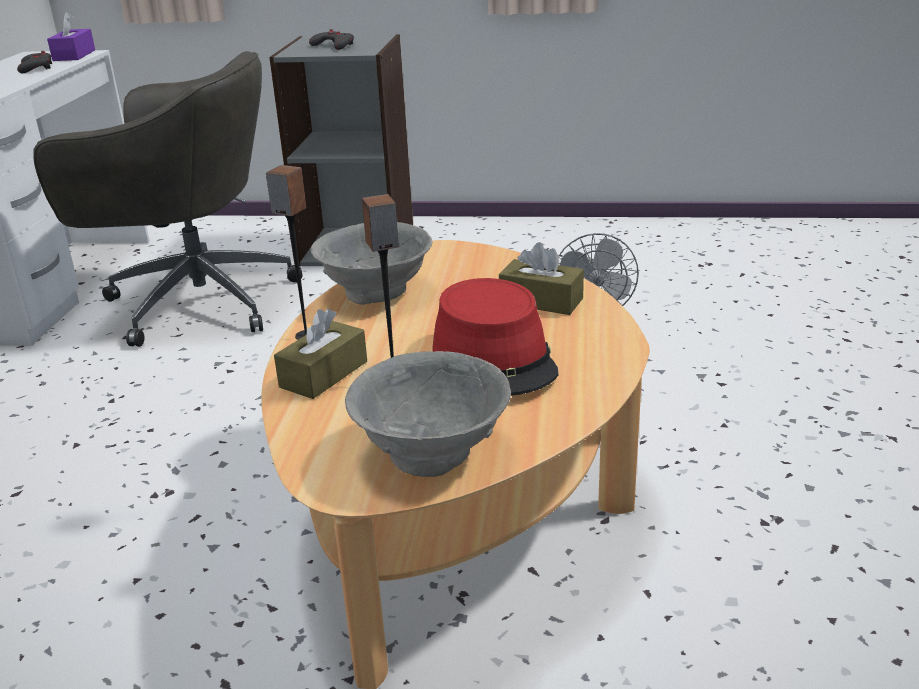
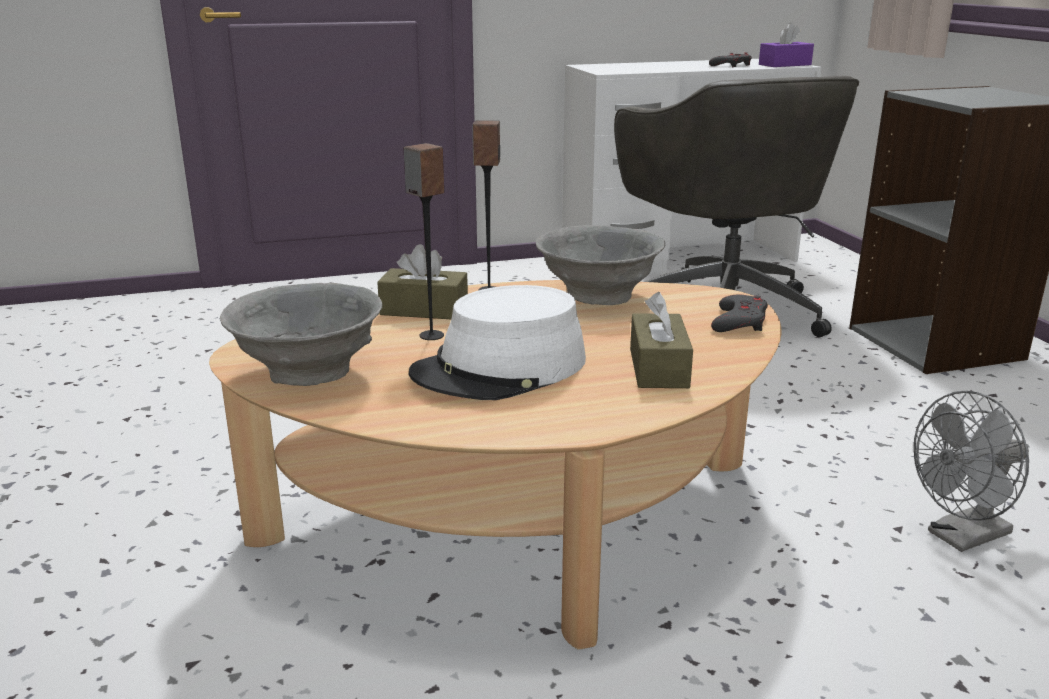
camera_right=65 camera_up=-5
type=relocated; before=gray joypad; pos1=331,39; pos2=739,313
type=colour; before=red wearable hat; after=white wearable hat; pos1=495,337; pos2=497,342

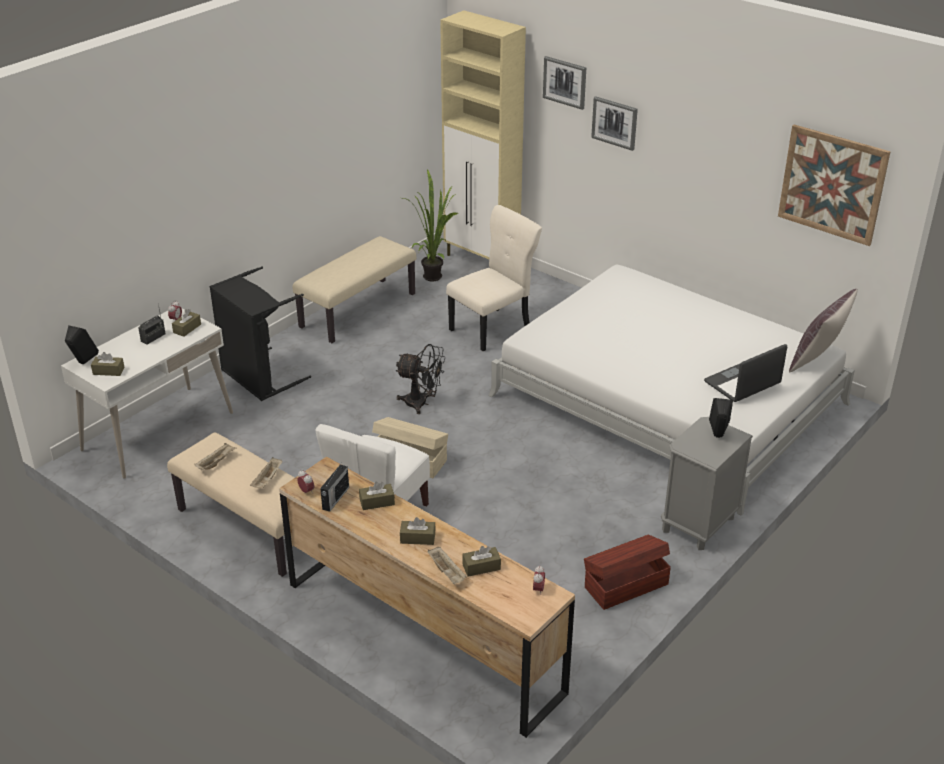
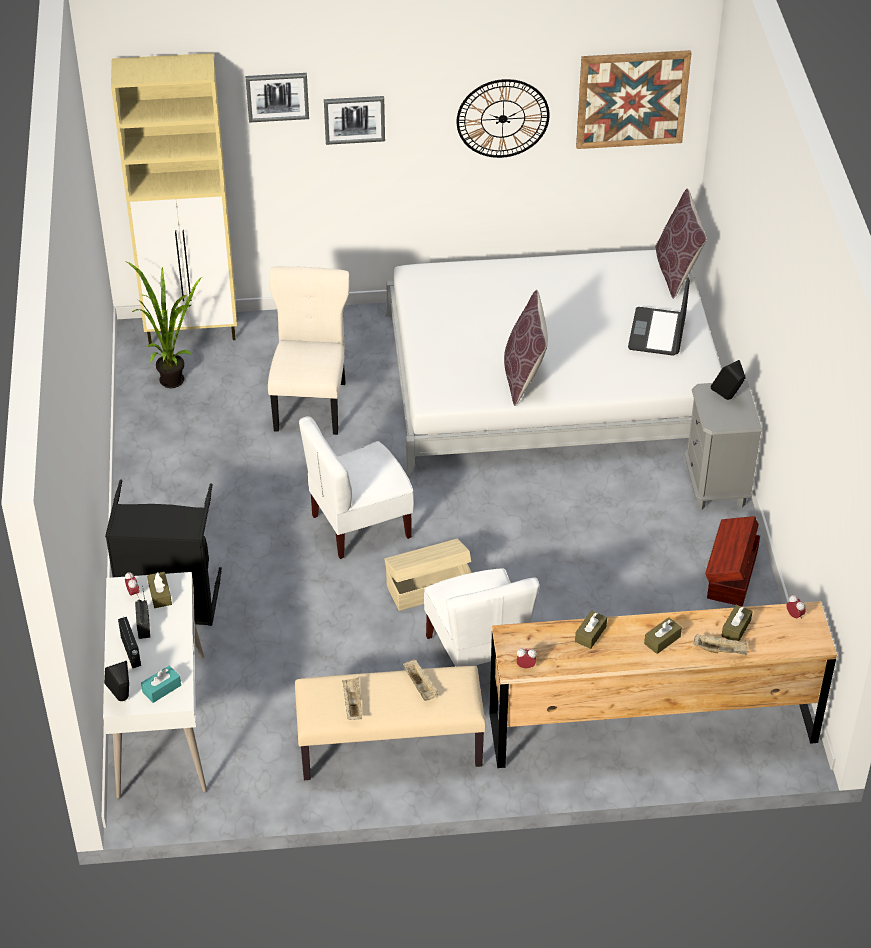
camera_right=-45 camera_up=10
type=colour; before=brownish box of tissues; after=turquoise box of tissues; pos1=108,364; pos2=161,684
type=missing; before=sand-coloured bench; pos1=354,289
type=relocated; before=radio; pos1=334,487; pos2=129,642
type=exchanged; before=black-coloured cooling fan; after=white plain chair; pos1=420,379; pos2=356,487
type=appeared; after=hanging clock; pos2=503,118
type=appeared; after=brownish cushion; pos2=526,348

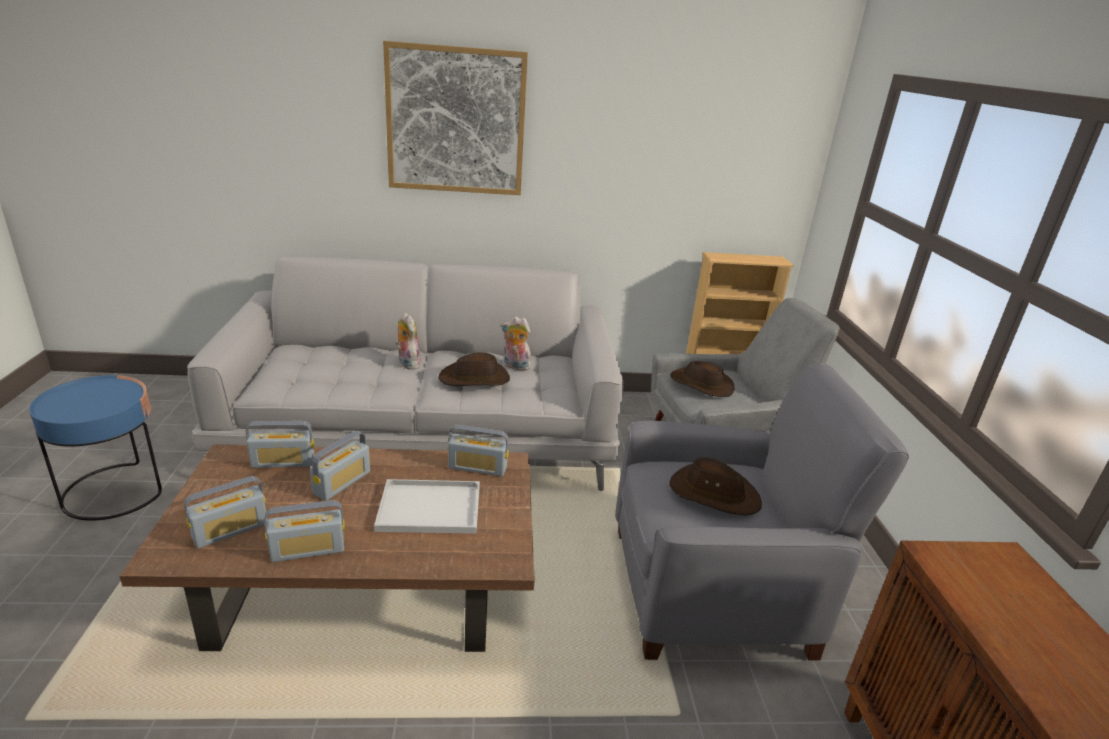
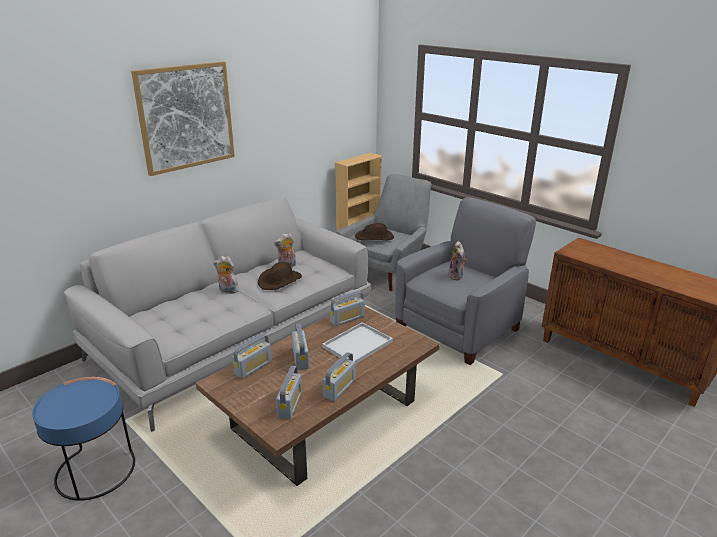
camera_right=-40 camera_up=0
type=exchanged; before=brownish wearable hat; after=plush toy; pos1=716,486; pos2=457,260

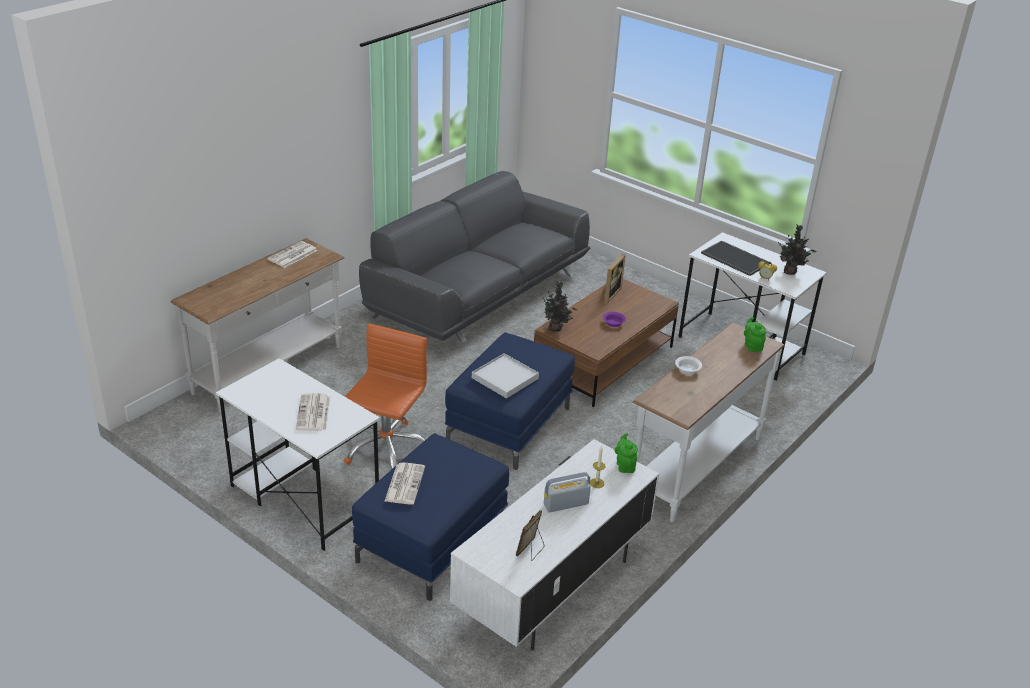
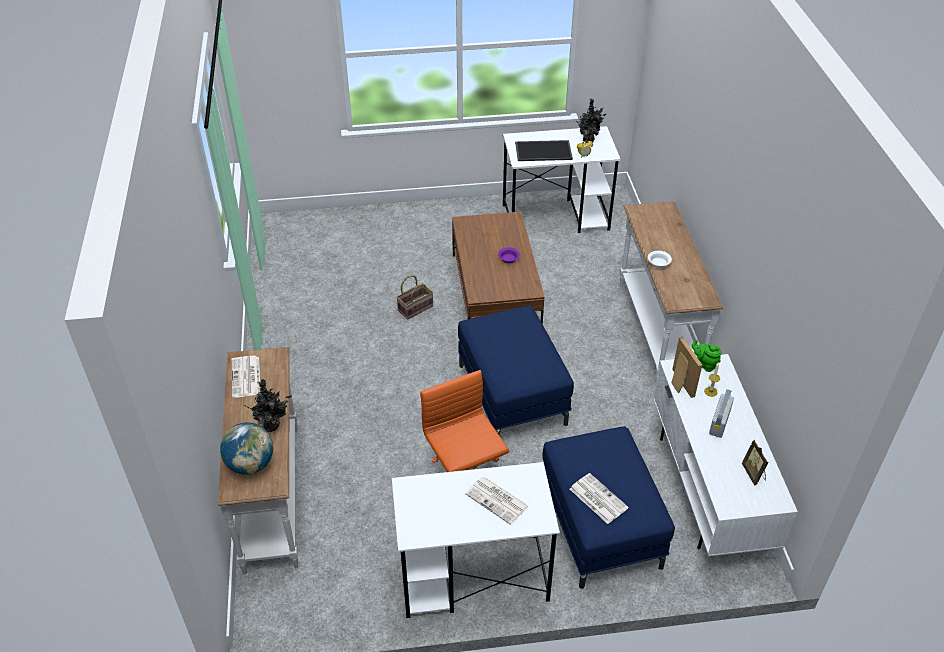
camera_right=-45 camera_up=10
type=missing; before=gray settee; pos1=474,257
type=missing; before=white serving tray; pos1=505,376
type=relocated; before=potted plant; pos1=560,306; pos2=267,405
type=relocated; before=picture frame; pos1=613,279; pos2=686,367
type=missing; before=green-coloured tea pot; pos1=755,334
type=appeared; after=desk globe; pos2=246,449
type=appeared; after=storage basket; pos2=414,297

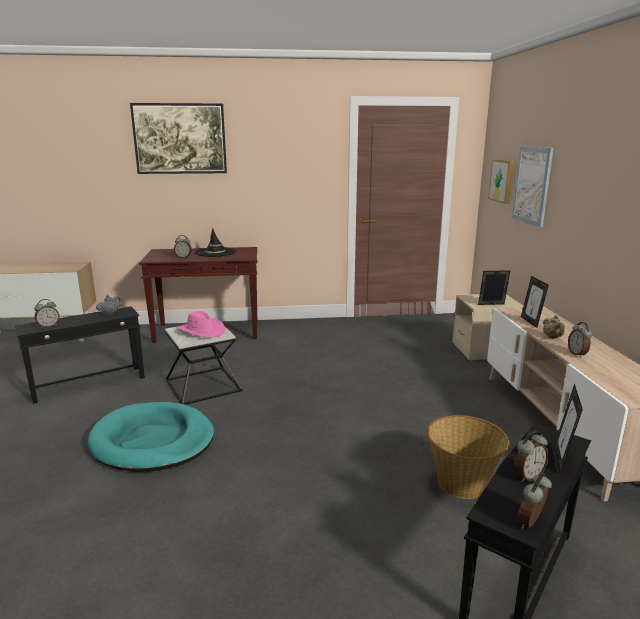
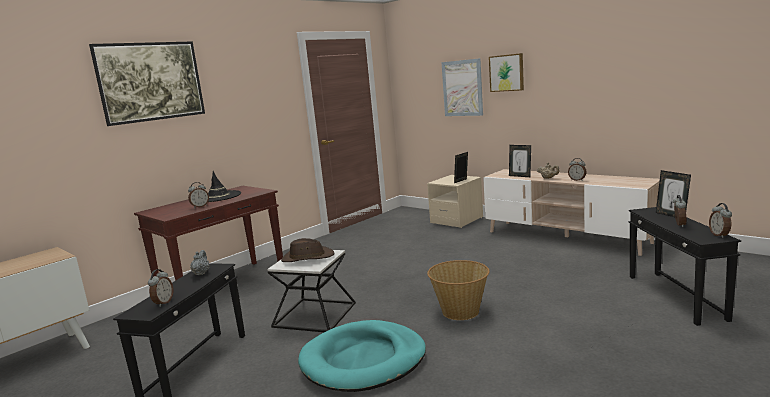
camera_right=-40 camera_up=-5
type=colour; before=pink-coloured wearable hat; after=brownish wearable hat; pos1=201,324; pos2=308,250
type=relocated; before=storage basket; pos1=468,457; pos2=458,290
type=relocated; before=wall art; pos1=501,182; pos2=506,72

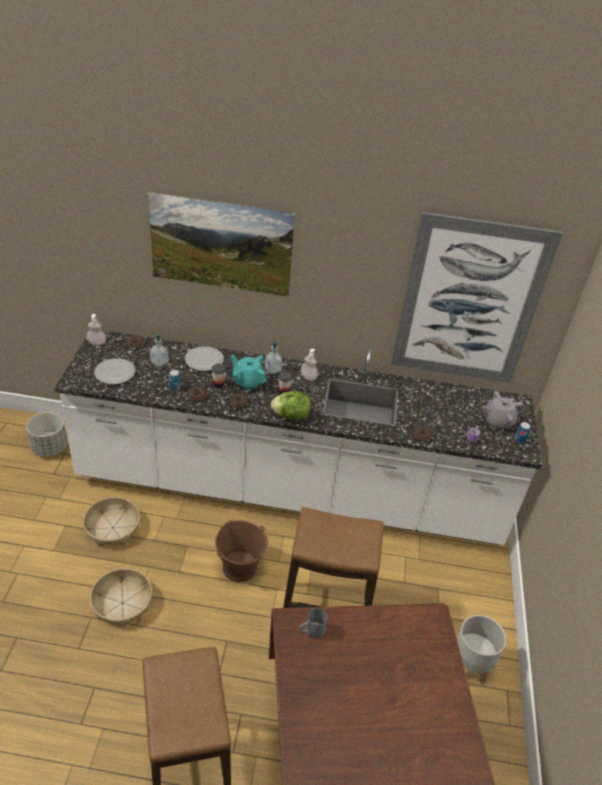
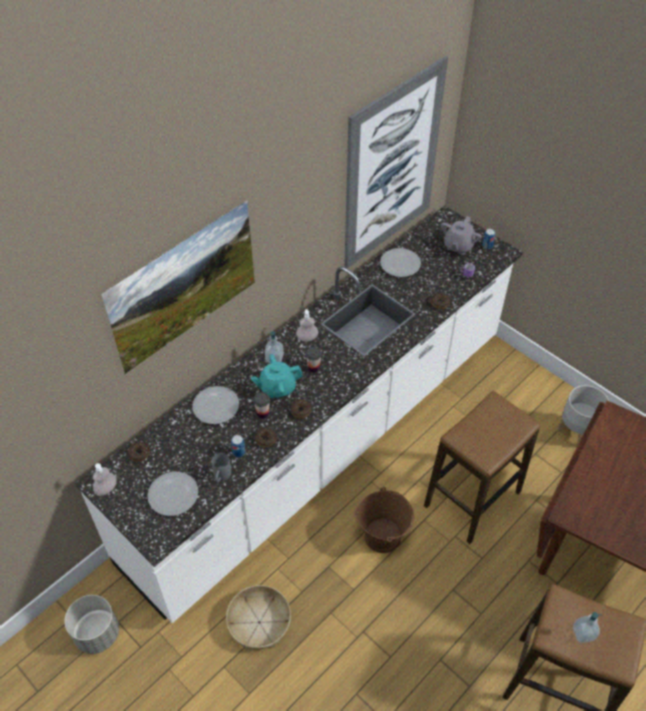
camera_right=-50 camera_up=10
type=missing; before=storage basket; pos1=121,597
type=relocated; before=soap bottle; pos1=159,350; pos2=587,627
type=missing; before=lettuce; pos1=290,405
type=relocated; before=gray coffee mug; pos1=313,623; pos2=221,468
type=appeared; after=flat dish; pos2=400,262

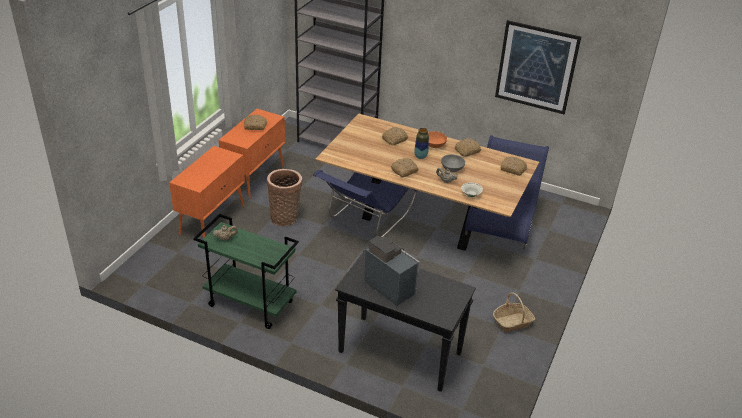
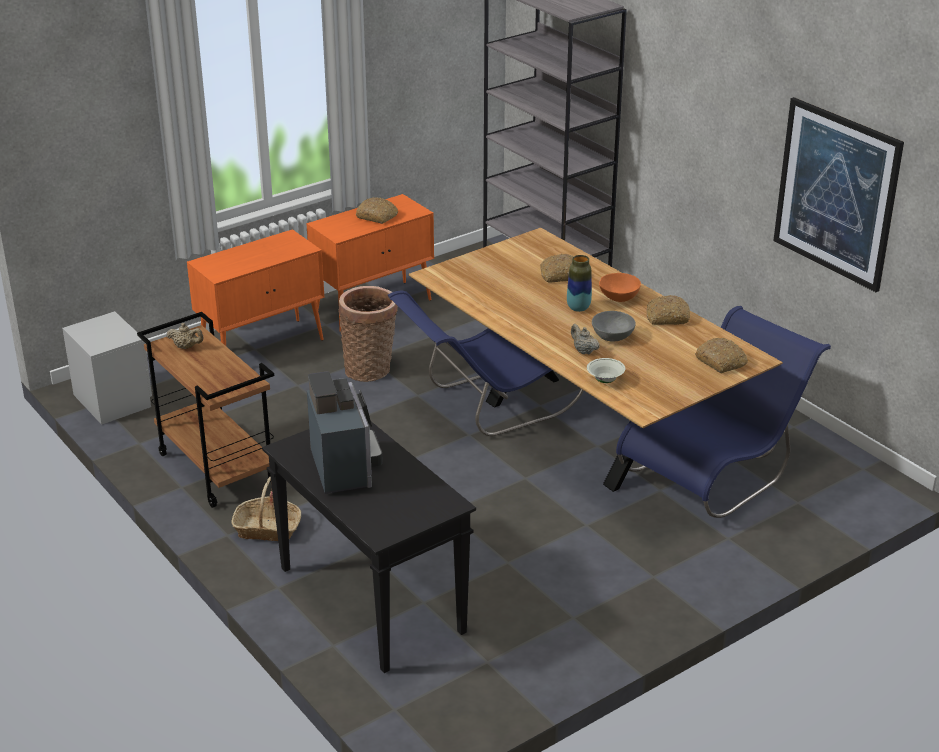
camera_right=30 camera_up=-5
type=colour; before=green-coloured cart; after=brownish cart; pos1=246,271; pos2=205,410
type=missing; before=bakery bread; pos1=405,168
type=relocated; before=storage basket; pos1=514,312; pos2=266,508
type=appeared; after=gray bedside table; pos2=107,368

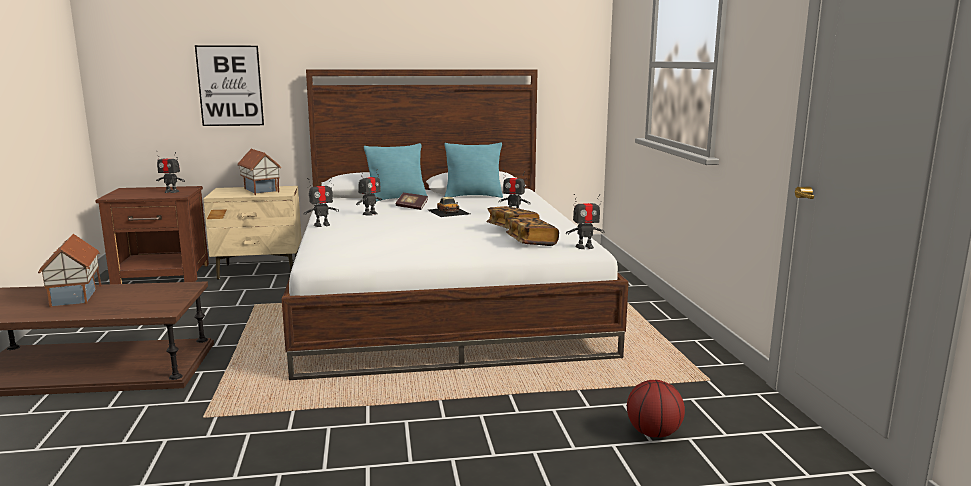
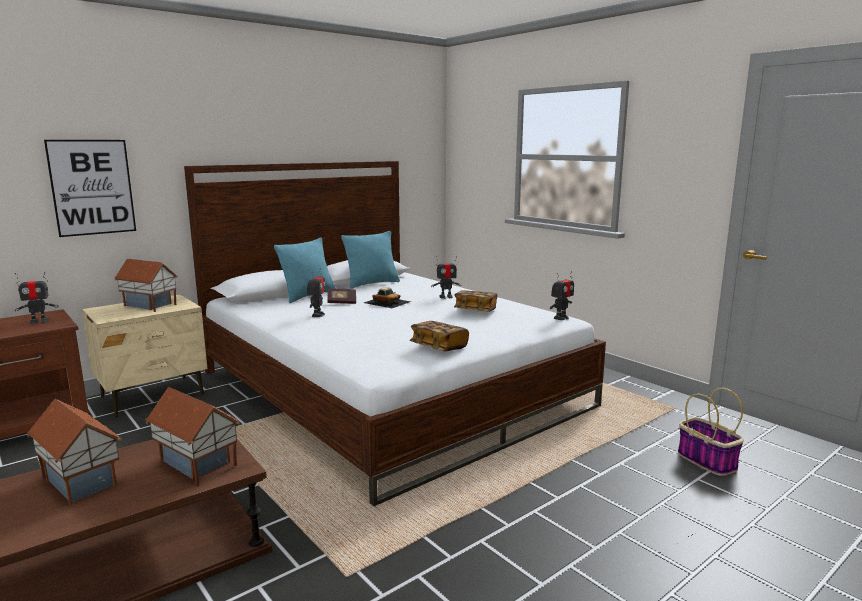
camera_right=-30 camera_up=0
type=missing; before=model robot; pos1=321,202
type=relocated; before=bound book; pos1=532,231; pos2=439,336
type=exchanged; before=basketball; after=storage basket; pos1=656,409; pos2=711,432
type=appeared; after=miniature house; pos2=193,436

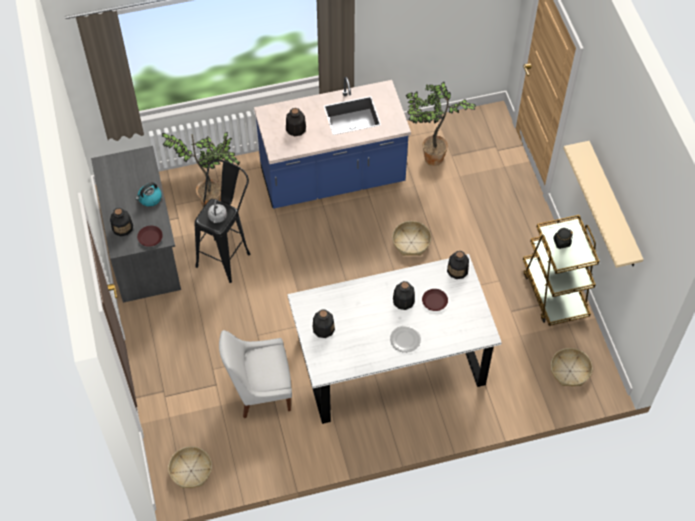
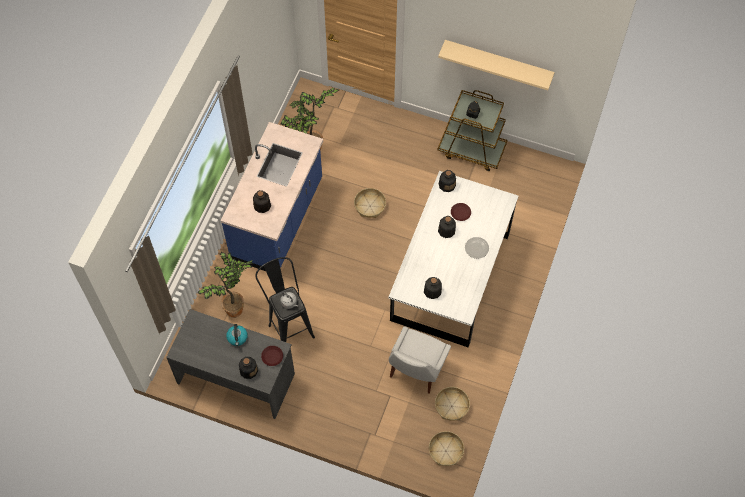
camera_right=-55 camera_up=5
type=relocated; before=storage basket; pos1=571,367; pos2=452,403

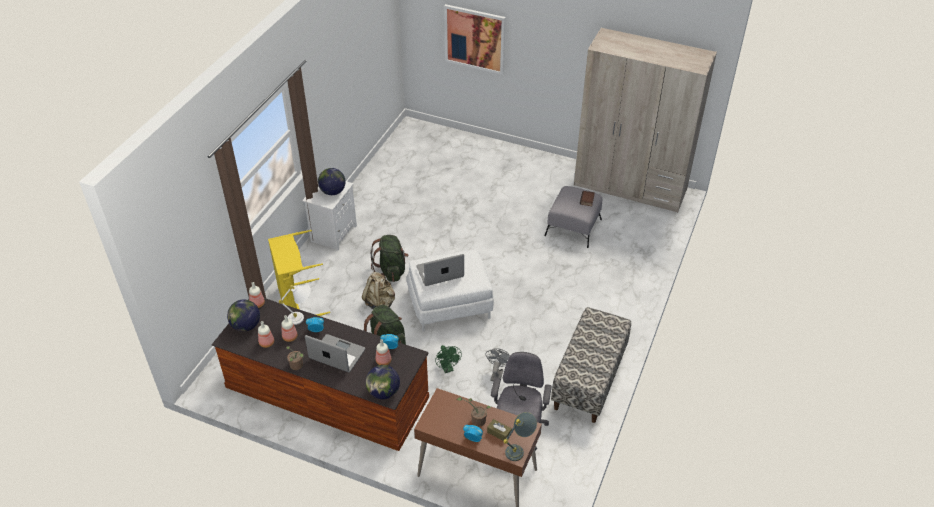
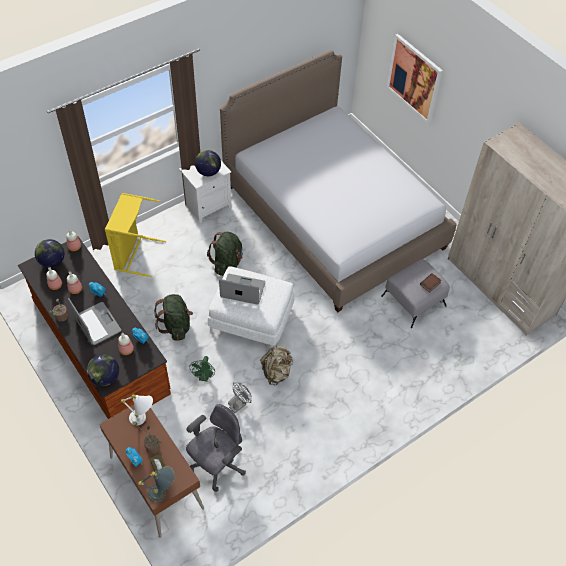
camera_right=30 camera_up=10
type=relocated; before=white tabletop lamp; pos1=295,305; pos2=137,410
type=relocated; before=sand-coloured knapsack; pos1=378,290; pos2=276,365
type=missing; before=bench; pos1=591,365
type=appeared; after=bed; pos2=338,181

